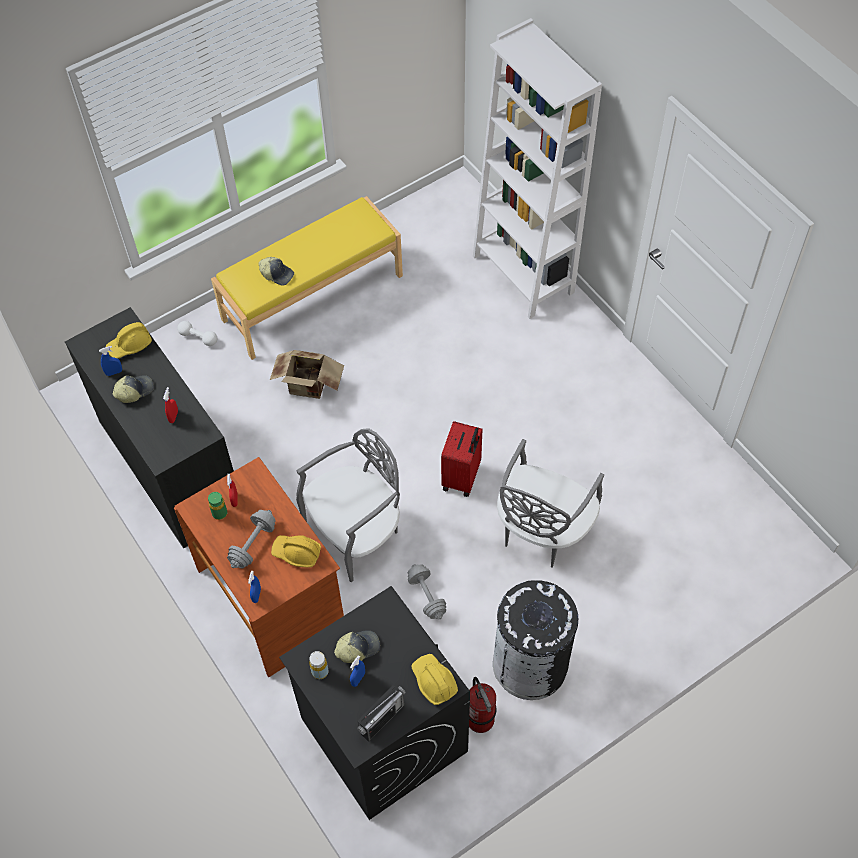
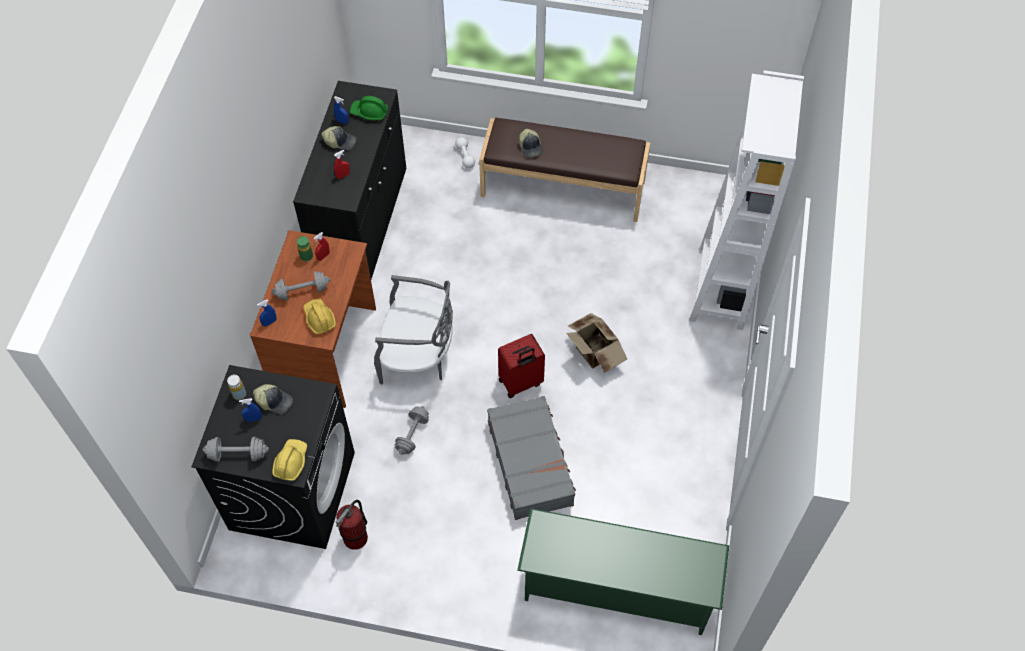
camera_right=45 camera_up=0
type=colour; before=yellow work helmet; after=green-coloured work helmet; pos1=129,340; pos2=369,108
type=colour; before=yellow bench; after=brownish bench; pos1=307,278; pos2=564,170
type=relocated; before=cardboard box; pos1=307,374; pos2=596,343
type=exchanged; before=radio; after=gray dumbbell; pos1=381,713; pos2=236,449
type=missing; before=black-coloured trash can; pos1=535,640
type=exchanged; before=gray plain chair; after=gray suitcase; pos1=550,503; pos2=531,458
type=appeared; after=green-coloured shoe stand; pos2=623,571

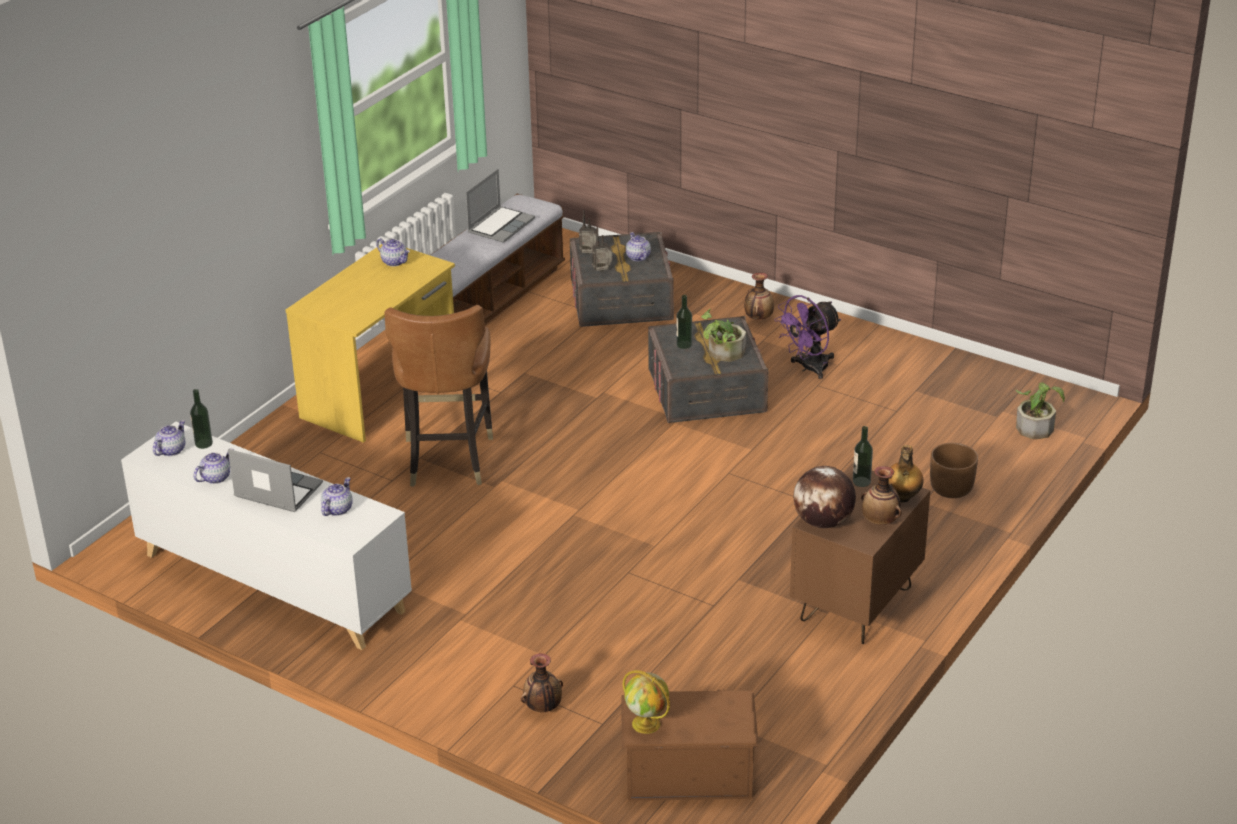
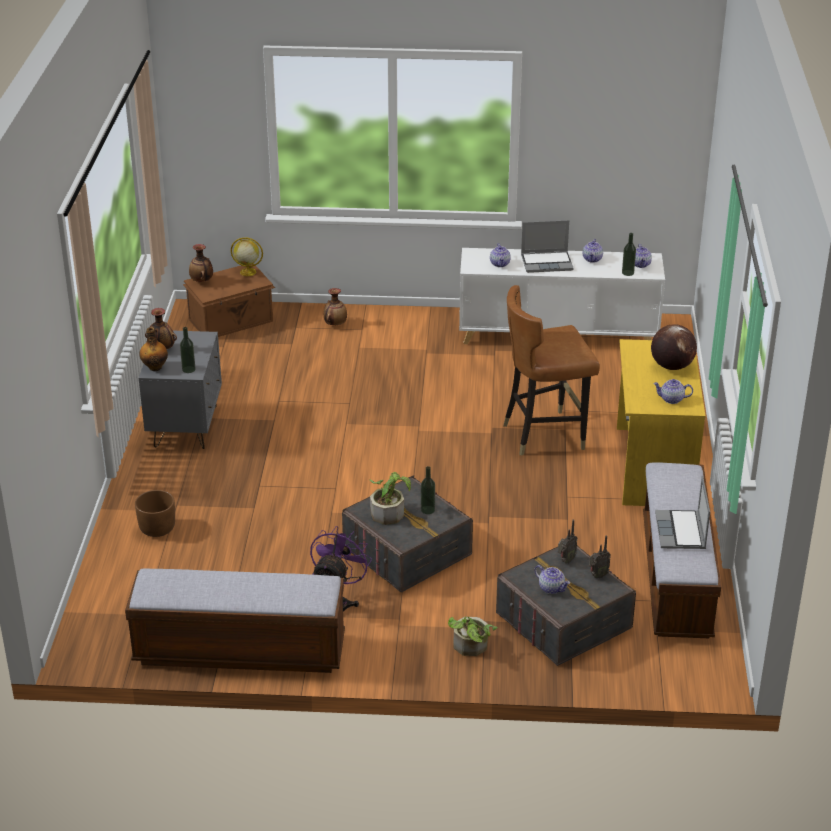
camera_right=150 camera_up=0
type=spun; before=brownish plain chair; pos1=439,396; pos2=551,370; turn=-75
type=relocated; before=decorative vase; pos1=759,296; pos2=201,263
type=colour; before=brownish bedside table; after=gray bedside table; pos1=860,554; pos2=180,390
type=relocated; before=desk globe; pos1=825,497; pos2=674,347
type=relocated; before=potted plant; pos1=1040,410; pos2=473,636
type=appeared; after=bench; pos2=235,621

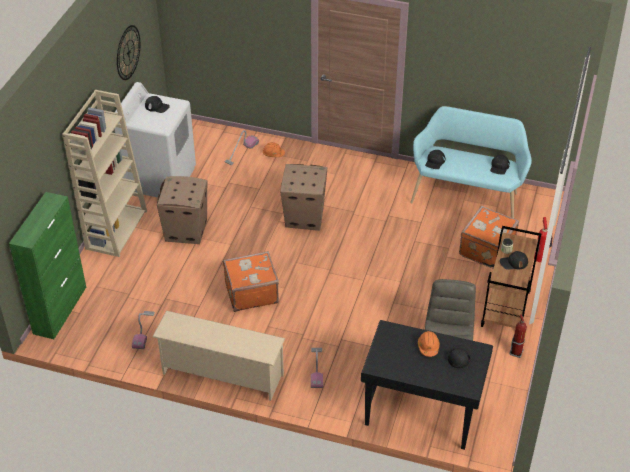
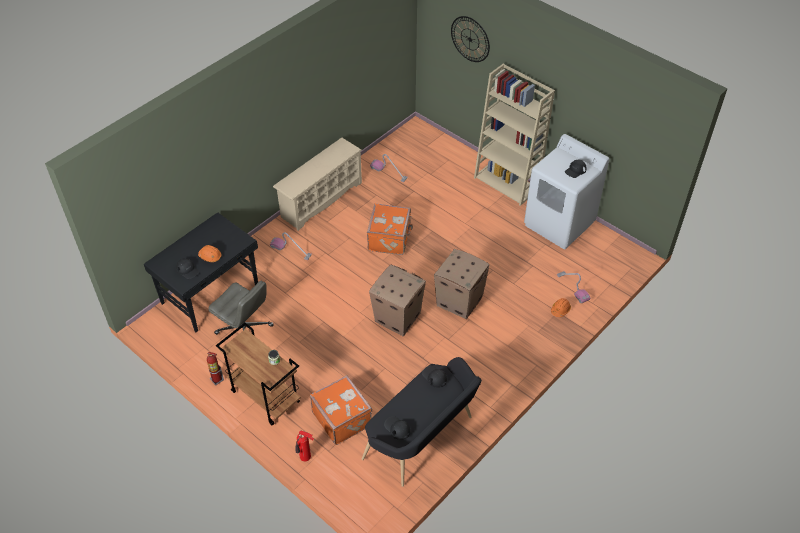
camera_right=115 camera_up=5
type=missing; before=green-coloured cabinet; pos1=47,265
type=relocated; before=hanging clock; pos1=128,52; pos2=470,39
type=relocated; before=cardboard box; pos1=182,210; pos2=397,300
type=colour; before=turquoise bench; after=black-coloured bench; pos1=471,162; pos2=422,422
type=missing; before=black-coloured peaked cap; pos1=514,260

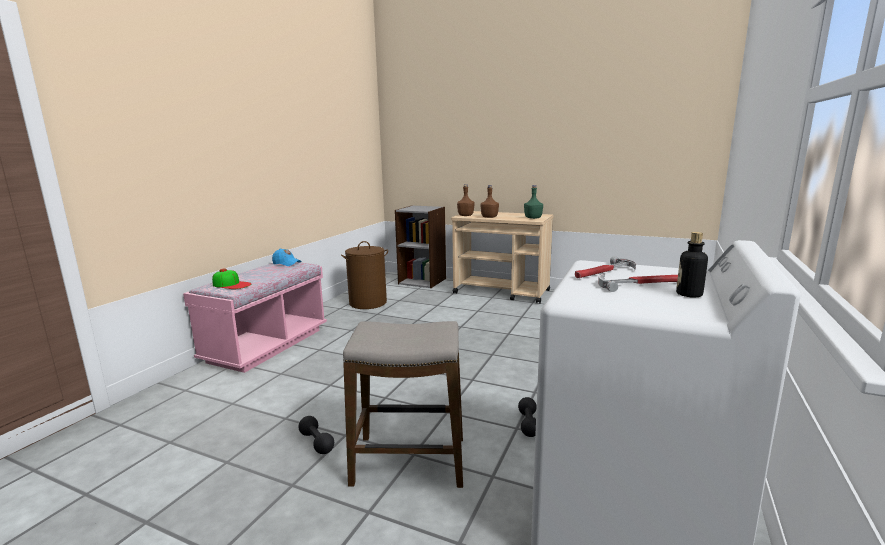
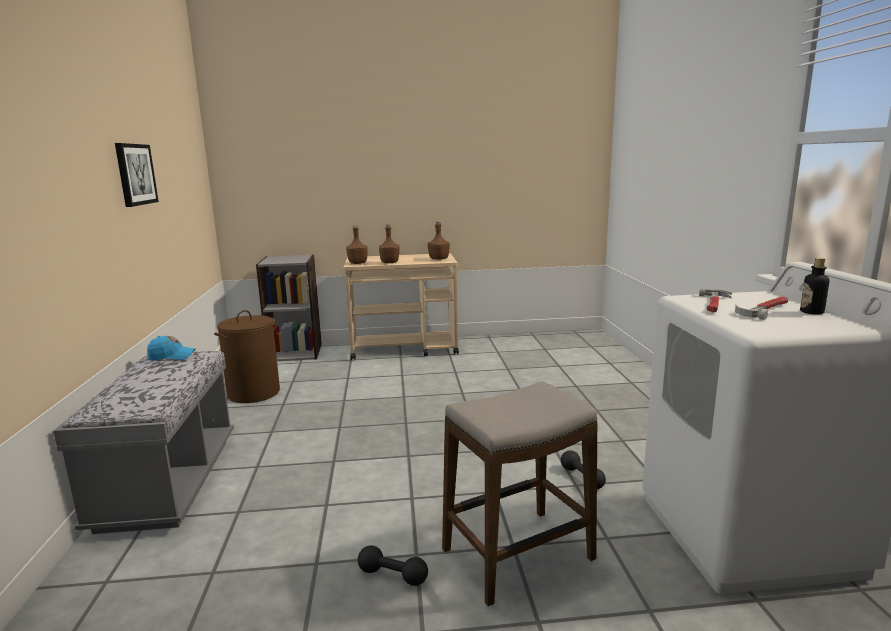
camera_right=-30 camera_up=0
type=colour; before=pink-coloured bench; after=gray bench; pos1=255,317; pos2=143,442
type=missing; before=peaked cap; pos1=232,278
type=colour; before=green-coloured drink bottle; after=brownish drink bottle; pos1=533,202; pos2=439,241
type=appeared; after=wall art; pos2=137,175

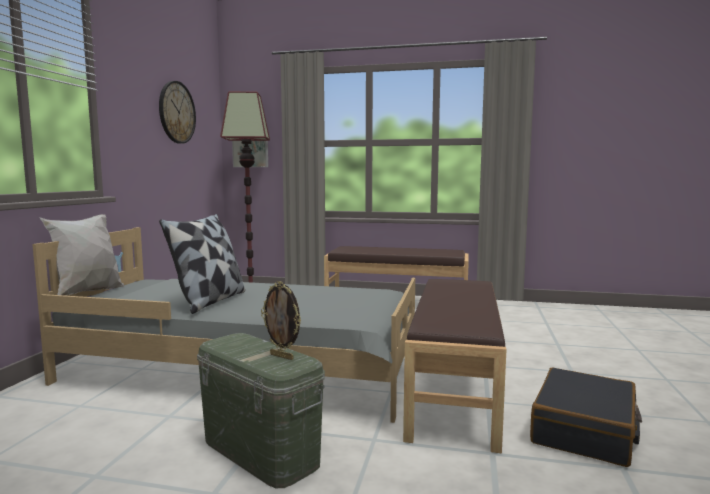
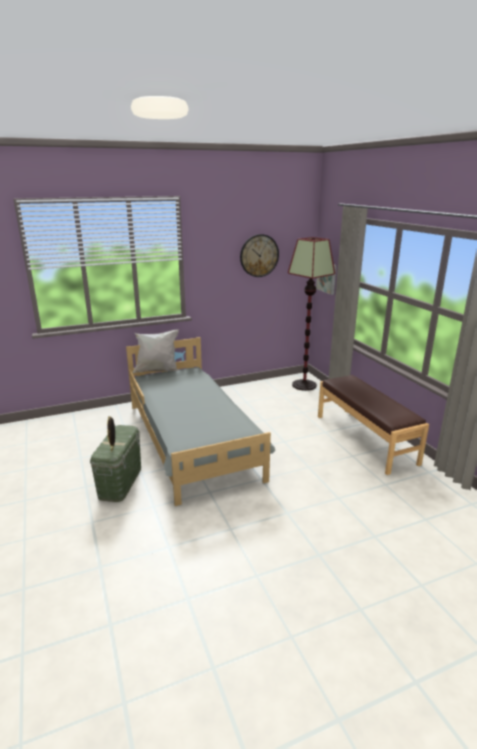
camera_right=55 camera_up=15
type=missing; before=cushion; pos1=202,264
type=missing; before=brownish bench; pos1=454,366
type=missing; before=black-coloured suitcase; pos1=586,417

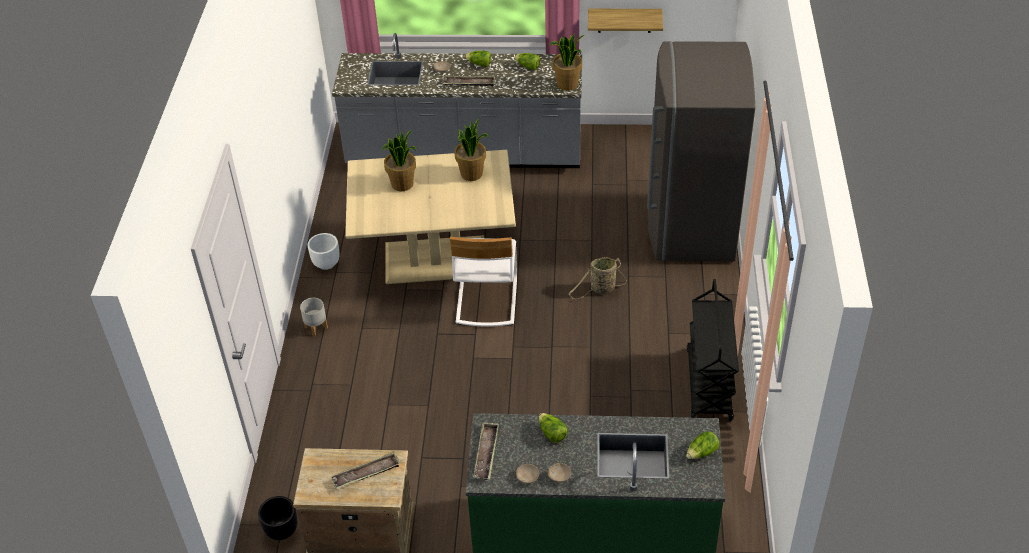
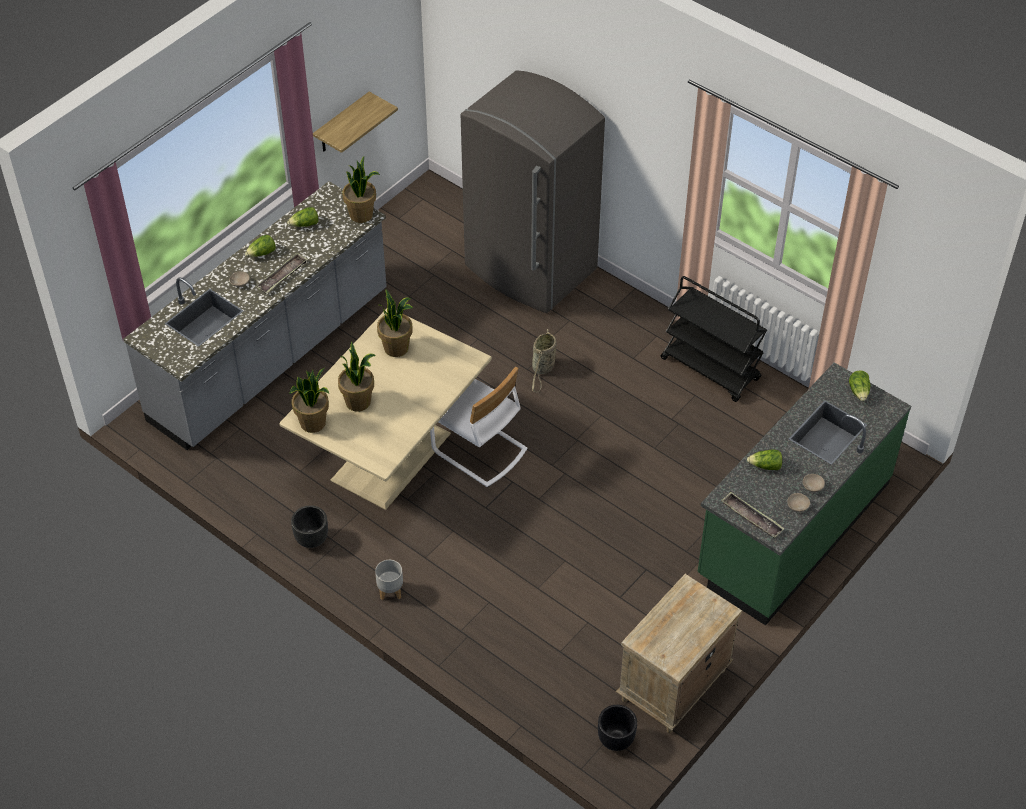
camera_right=-55 camera_up=5
type=colour; before=white planter; after=black-coloured planter; pos1=324,251; pos2=309,526
type=missing; before=serving tray; pos1=366,471
type=appeared; after=potted plant; pos2=309,400

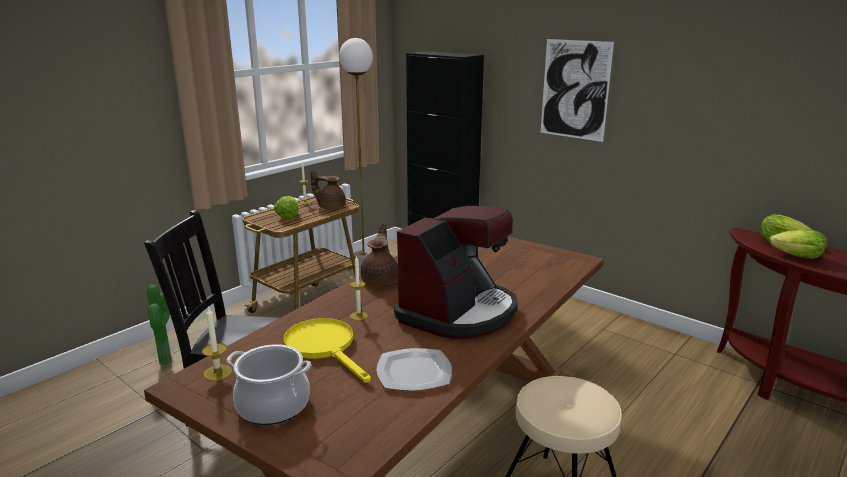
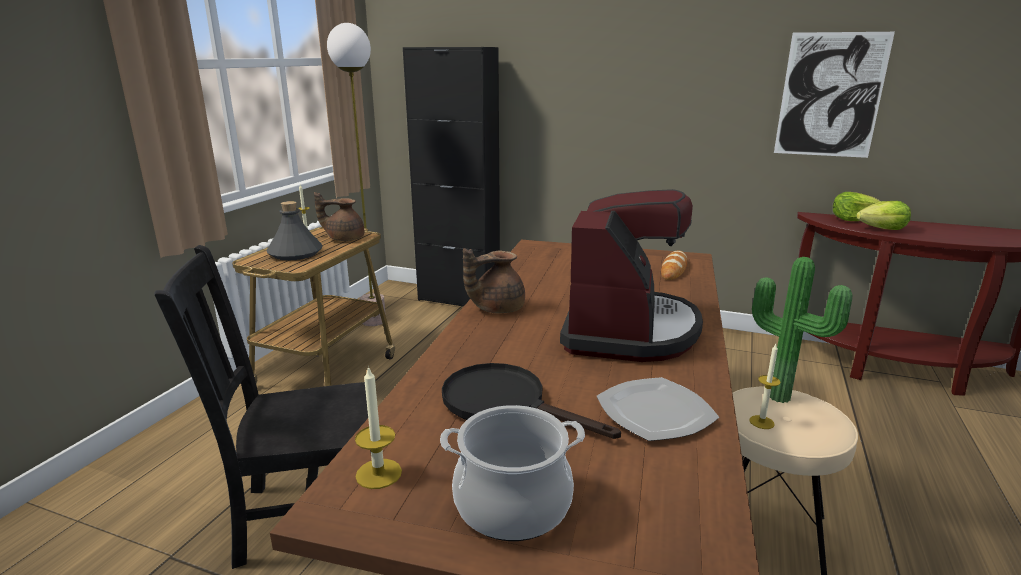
camera_right=-20 camera_up=0
type=relocated; before=potted plant; pos1=159,325; pos2=802,330
type=exchanged; before=lettuce; after=gray drink bottle; pos1=286,207; pos2=294,231
type=colour; before=yellow frying pan; after=black-coloured frying pan; pos1=327,350; pos2=531,401
type=relocated; before=candle; pos1=359,288; pos2=765,386
type=spun; before=brownish tea pot; pos1=380,254; pos2=494,280; turn=-105
type=relocated; before=wall art; pos1=577,90; pos2=834,95
type=appeared; after=bakery bread; pos2=674,265

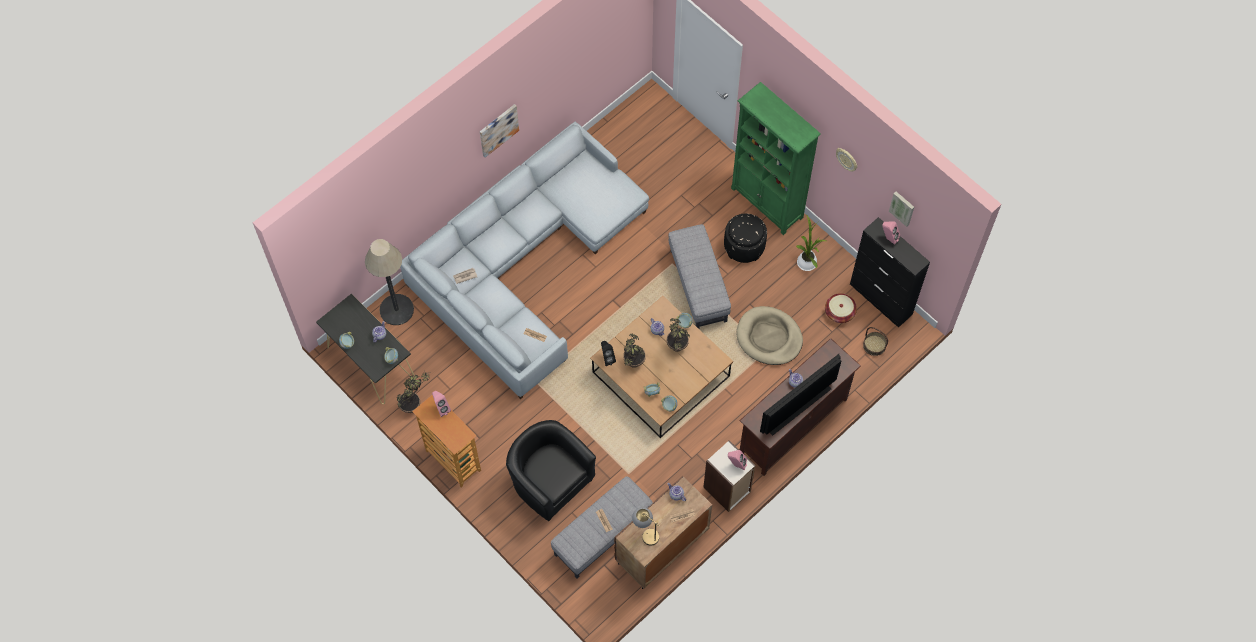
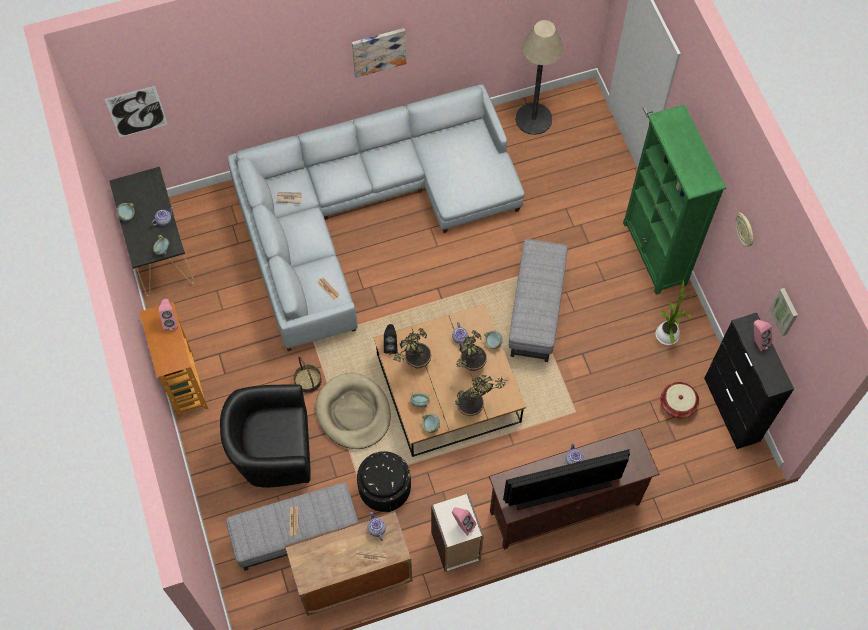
camera_right=25 camera_up=0
type=relocated; before=floor lamp; pos1=389,282; pos2=539,77
type=relocated; before=potted plant; pos1=414,392; pos2=481,395
type=spun; before=black-coloured easy chair; pos1=551,470; pos2=265,436; turn=-75
type=missing; before=tabletop lamp; pos1=646,526
type=relocated; before=black-coloured ottoman; pos1=745,238; pos2=384,481
type=relocated; before=sand-coloured pet bed; pos1=769,335; pos2=353,411
type=relocated; before=storage basket; pos1=875,341; pos2=308,375
type=appeared; after=wall art; pos2=136,112

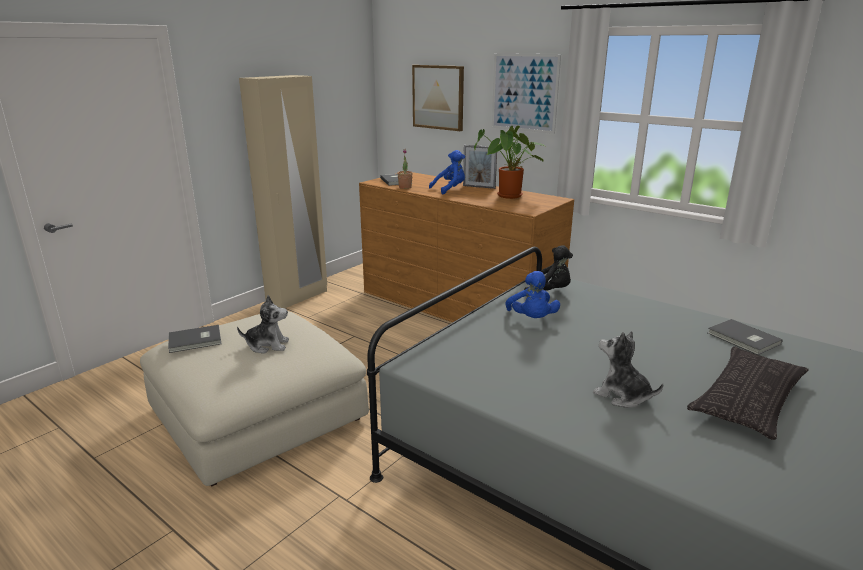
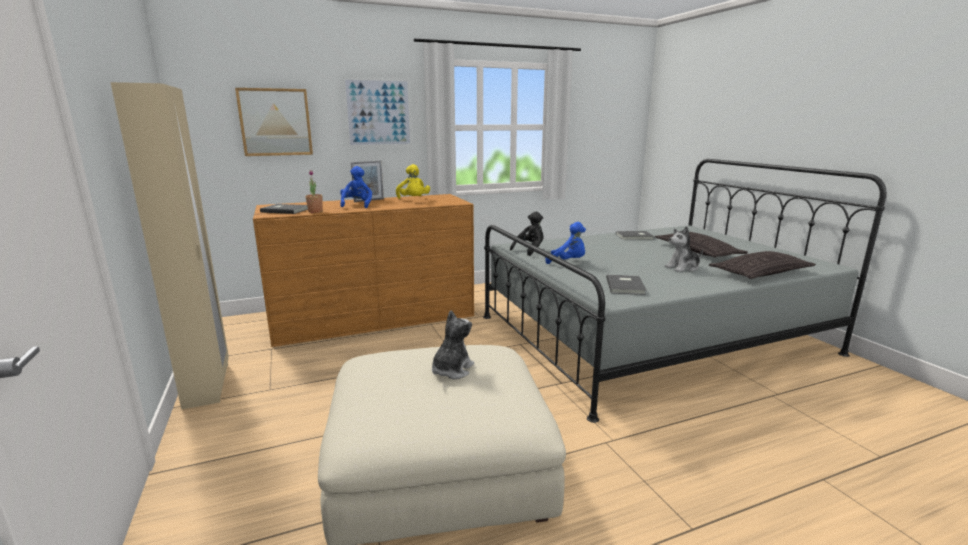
camera_right=-60 camera_up=-5
type=relocated; before=gray bound book; pos1=194,339; pos2=626,284
type=exchanged; before=potted plant; after=yellow plush toy; pos1=510,162; pos2=413,181
type=appeared; after=cushion; pos2=762,265

